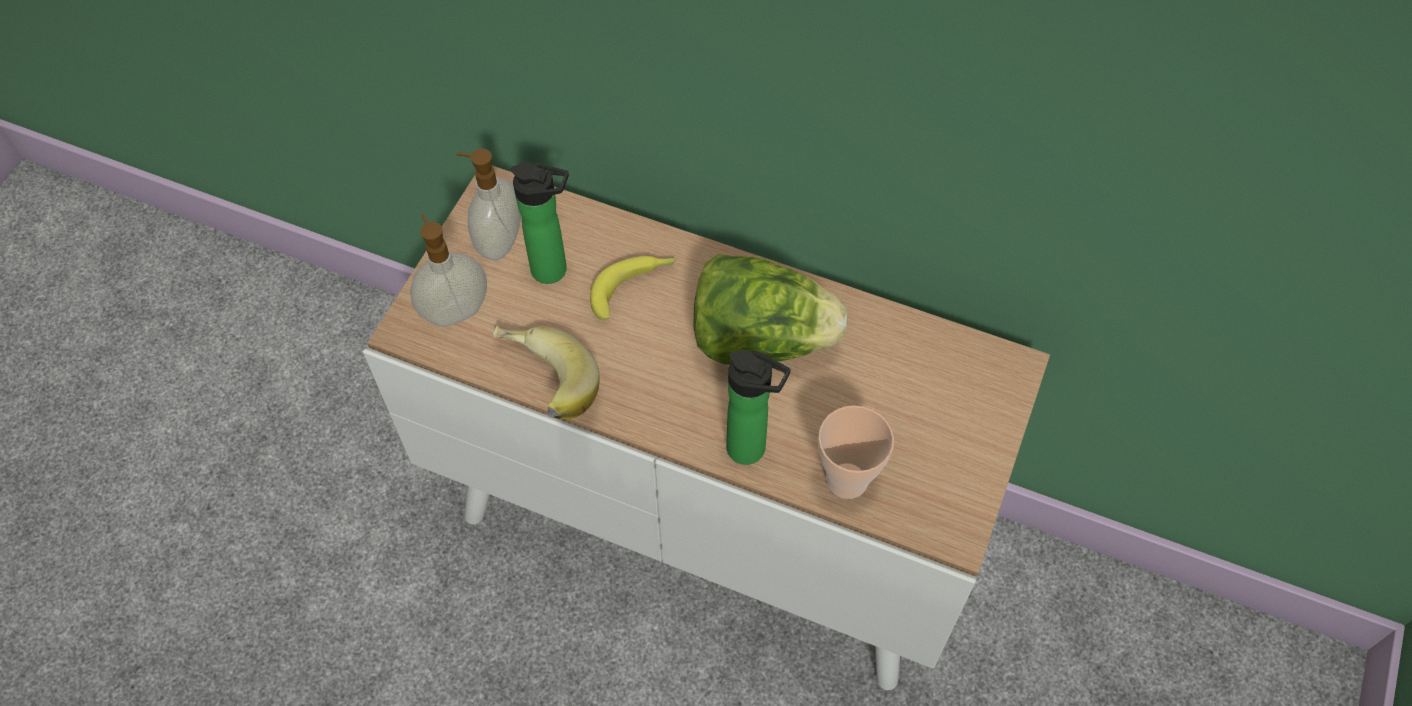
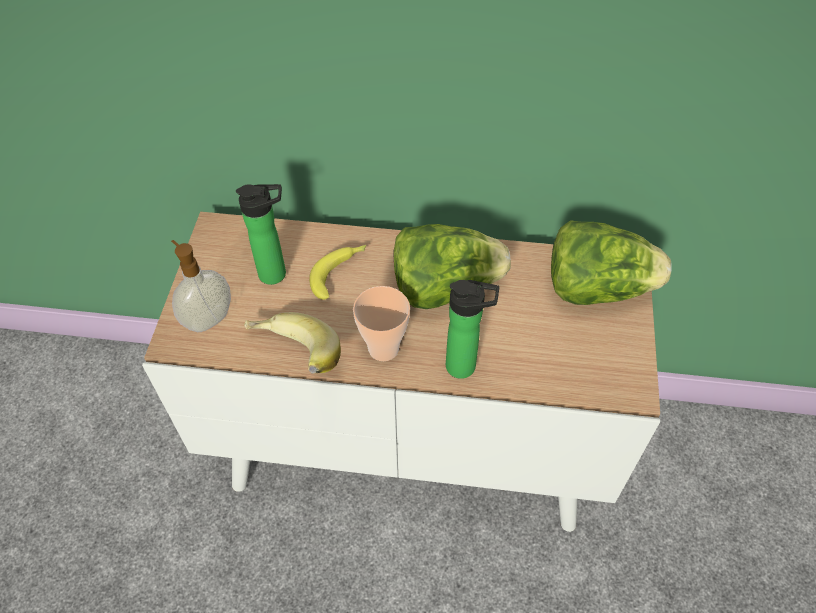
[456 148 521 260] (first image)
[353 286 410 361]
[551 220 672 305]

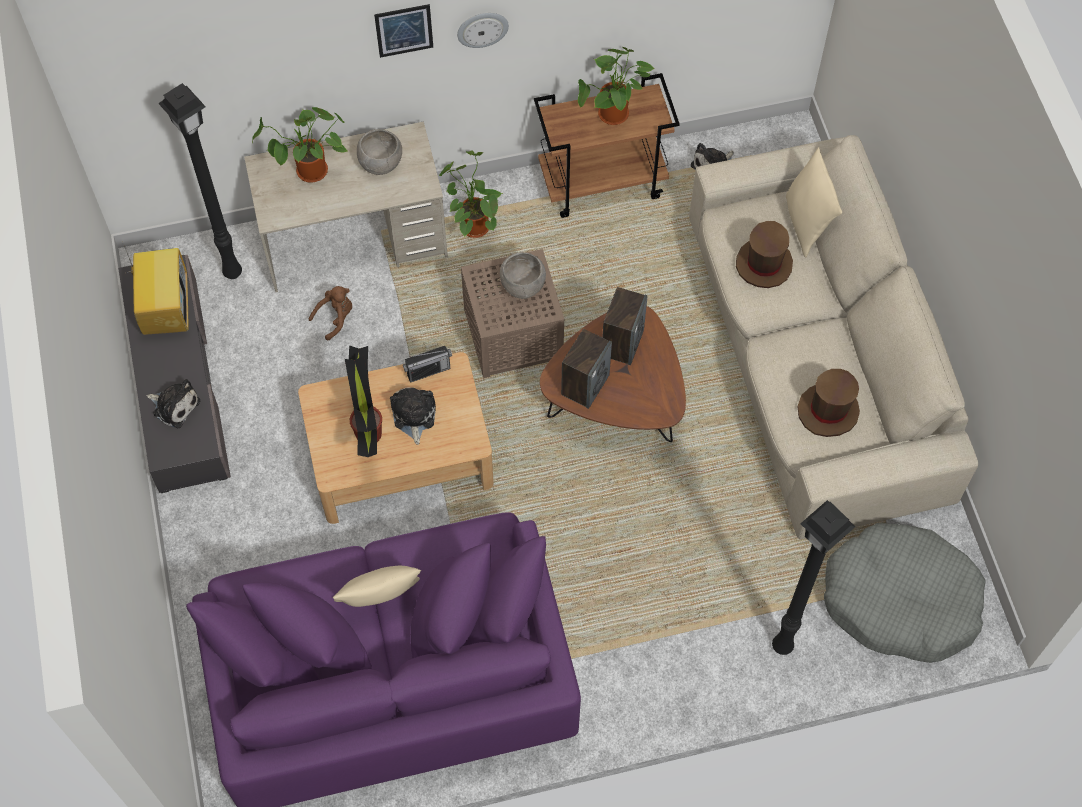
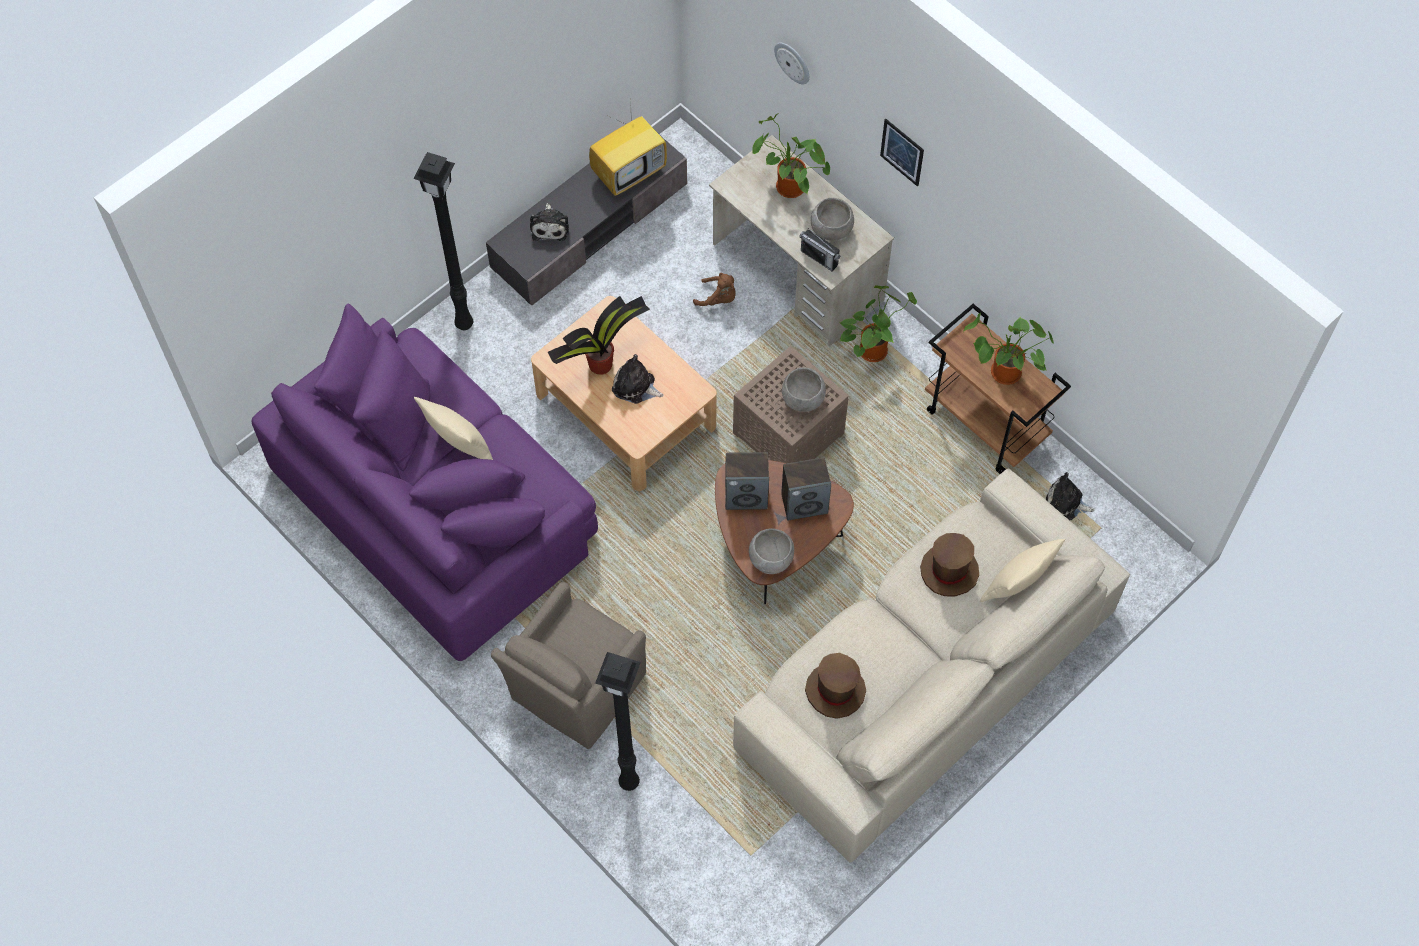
[413 152 473 330]
[612 354 664 404]
[799 228 840 272]
[774 43 809 84]
[824 523 986 663] (first image)
[491 582 646 749]
[749 528 794 574]

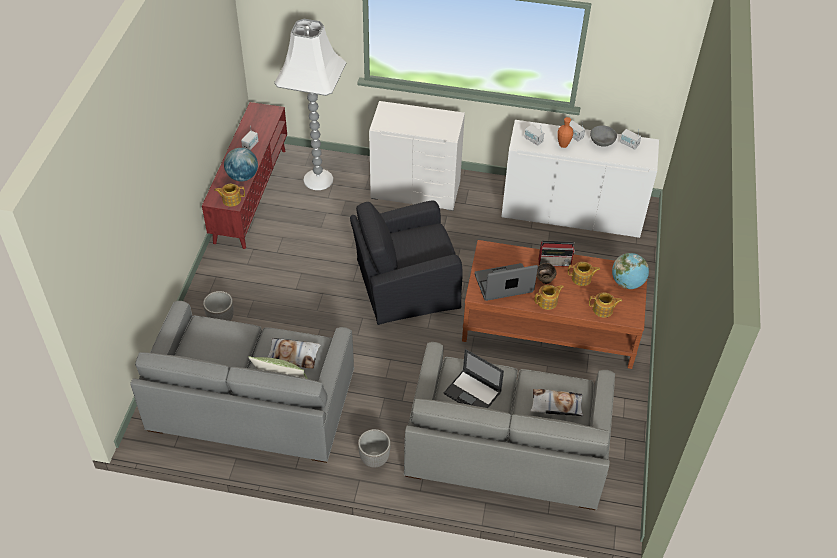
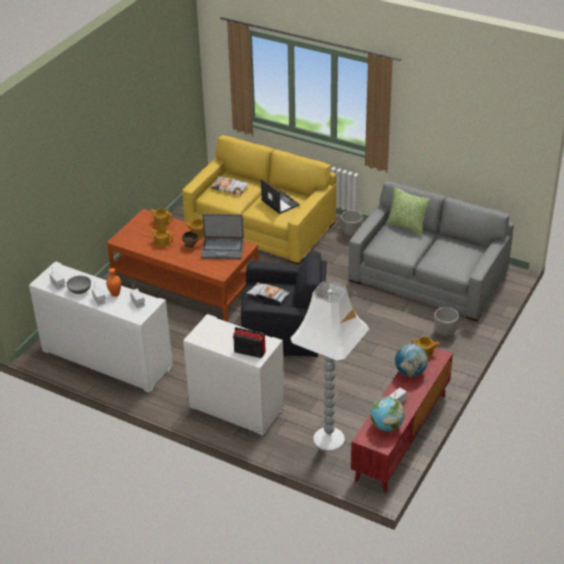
[246 282 290 303]
[182 135 336 265]
[233 327 266 358]
[370 397 405 431]

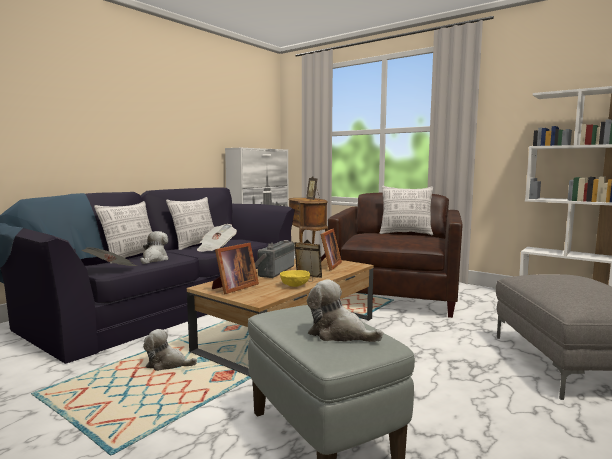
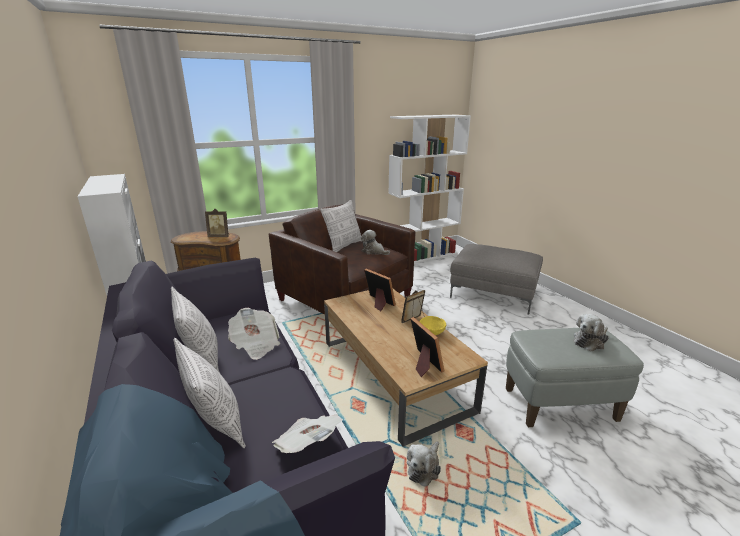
[361 230 390 255]
[255 240 294 278] (first image)

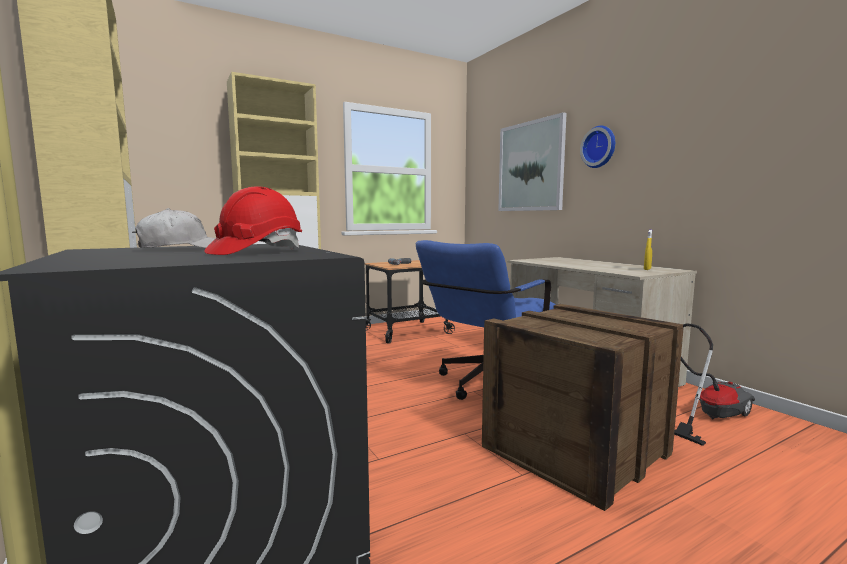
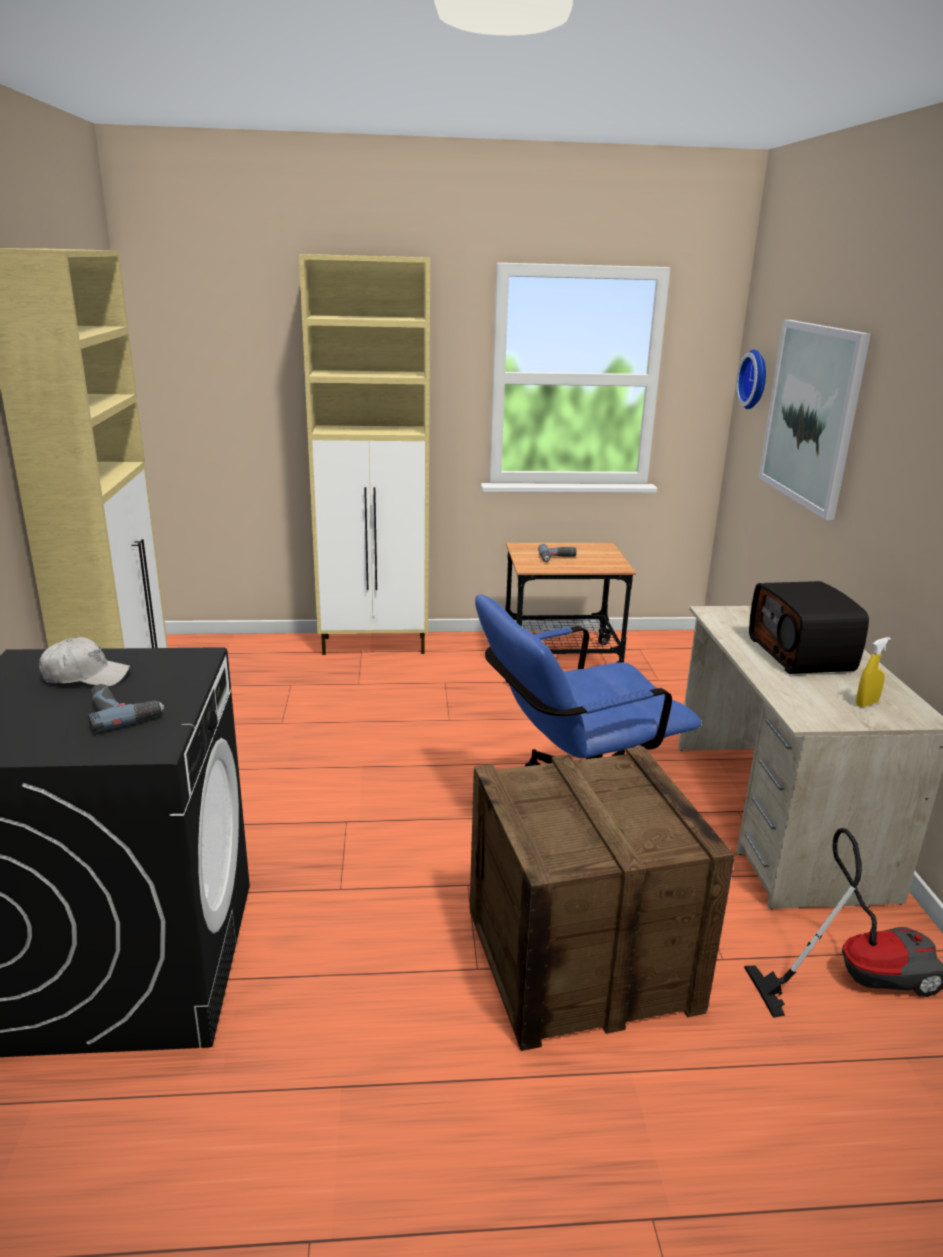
[88 684 164 733]
[736 349 766 409]
[749 581 869 674]

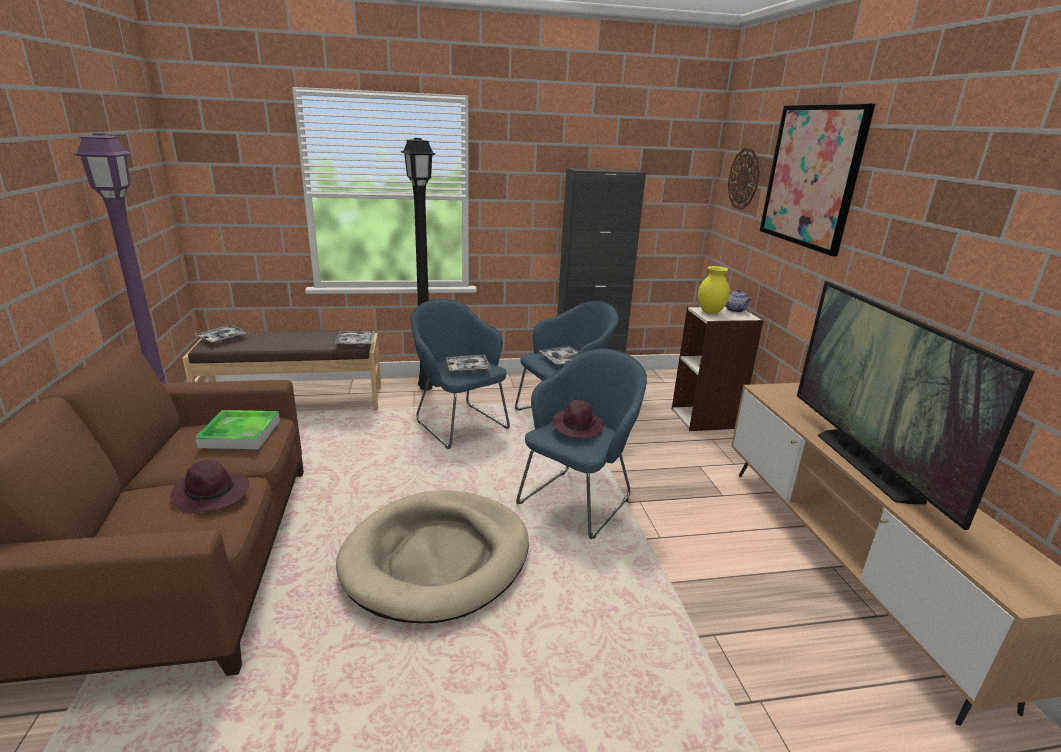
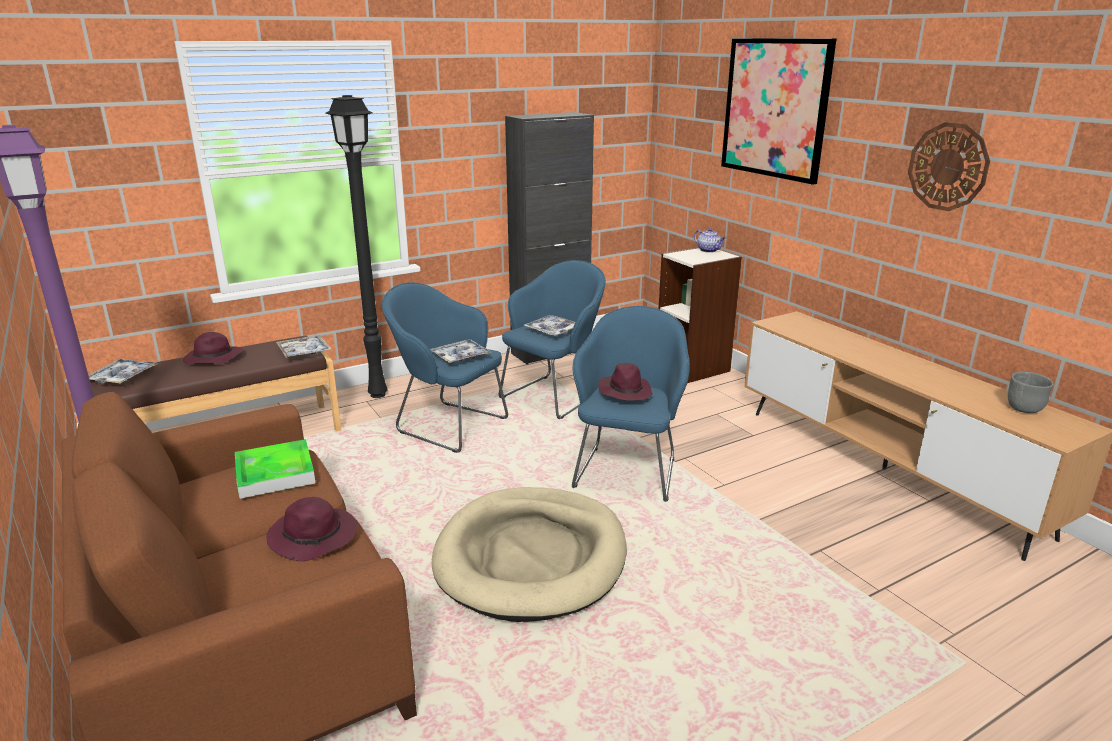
[698 266 730 314] (first image)
[908 122 990 211]
[797 281 1035 530] (first image)
[183 332 243 364]
[1008 372 1053 413]

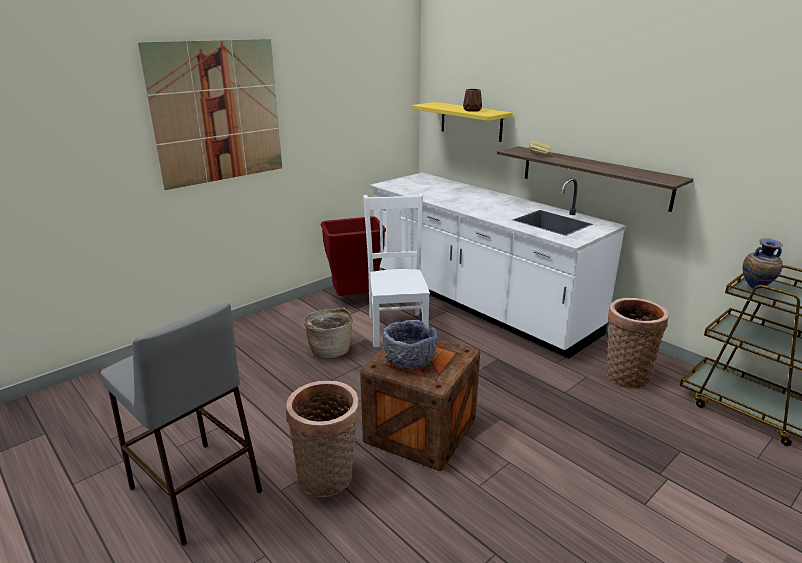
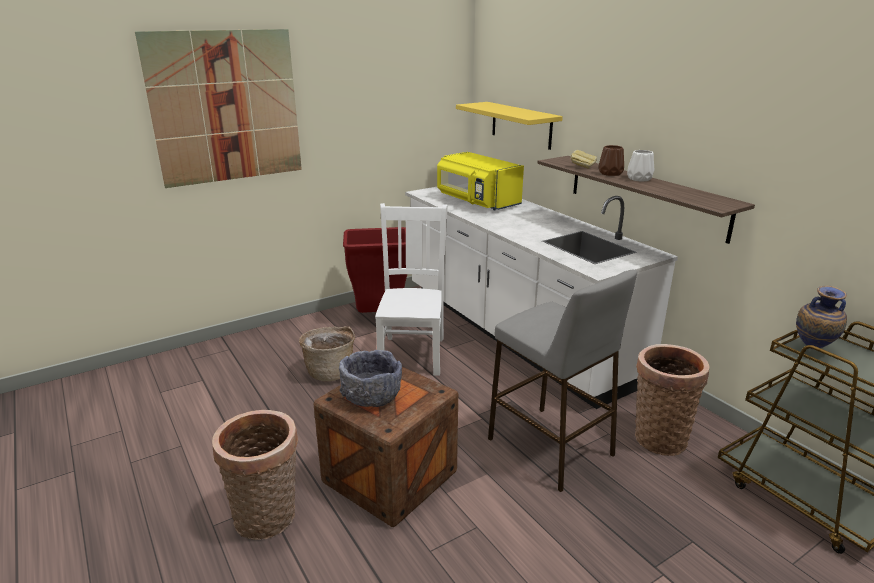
[488 270 637 492]
[598 145 624 176]
[437 152 524 210]
[627 150 654 182]

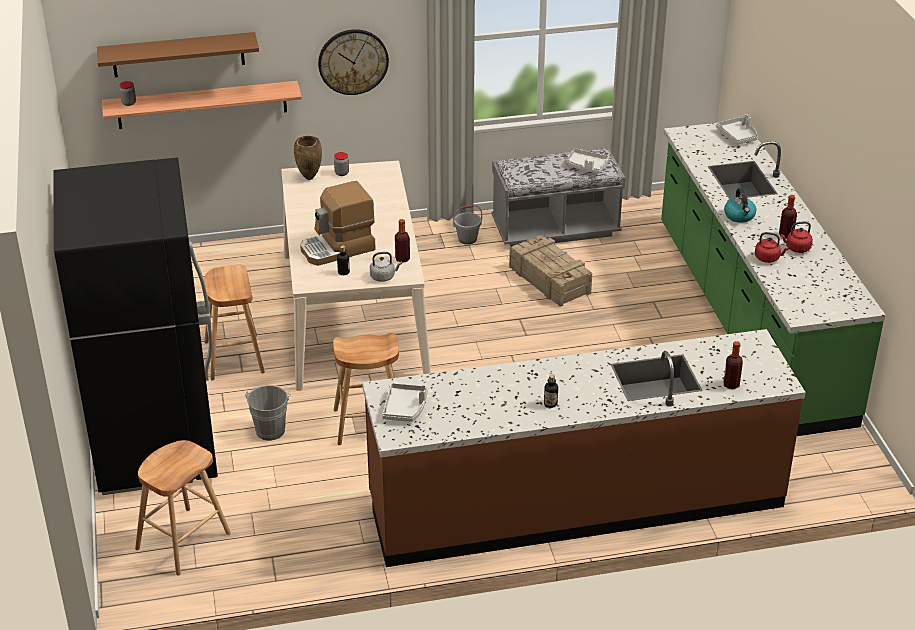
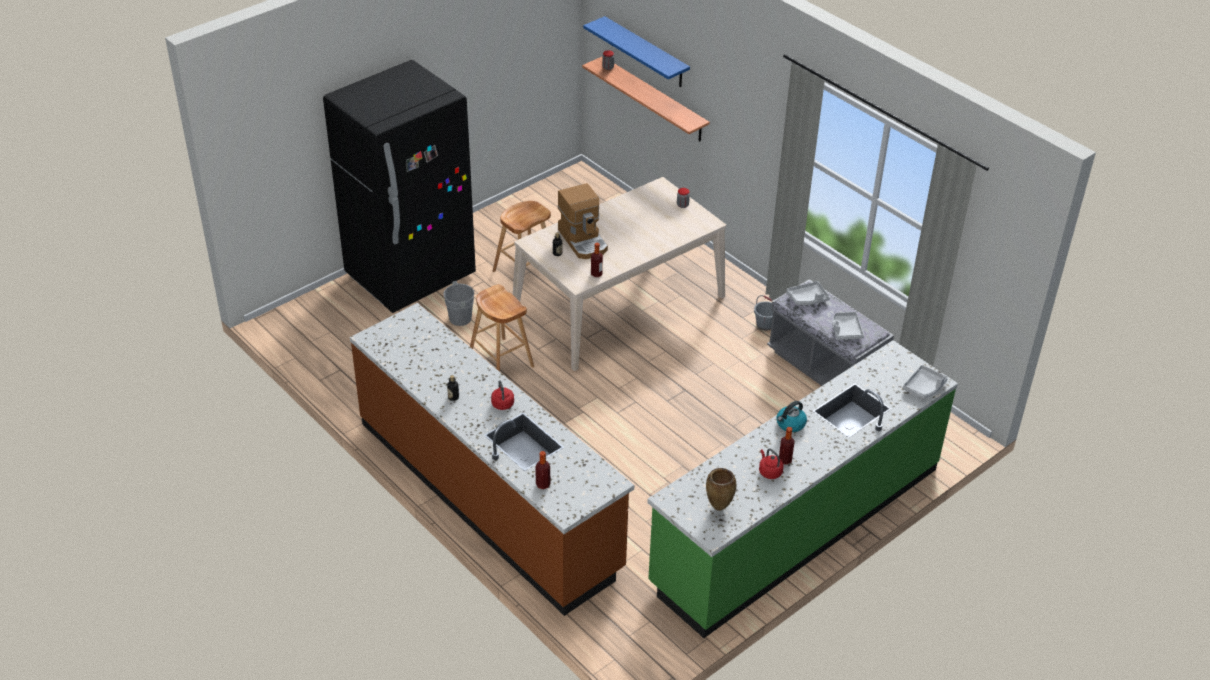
[583 16 690 87]
[135 440 231 575] (first image)
[706 468 737 511]
[558 183 608 259]
[318 29 389 95] (first image)
[370 252 402 282] (first image)
[786 281 830 305]
[509 235 592 307] (first image)
[491 380 514 410]

